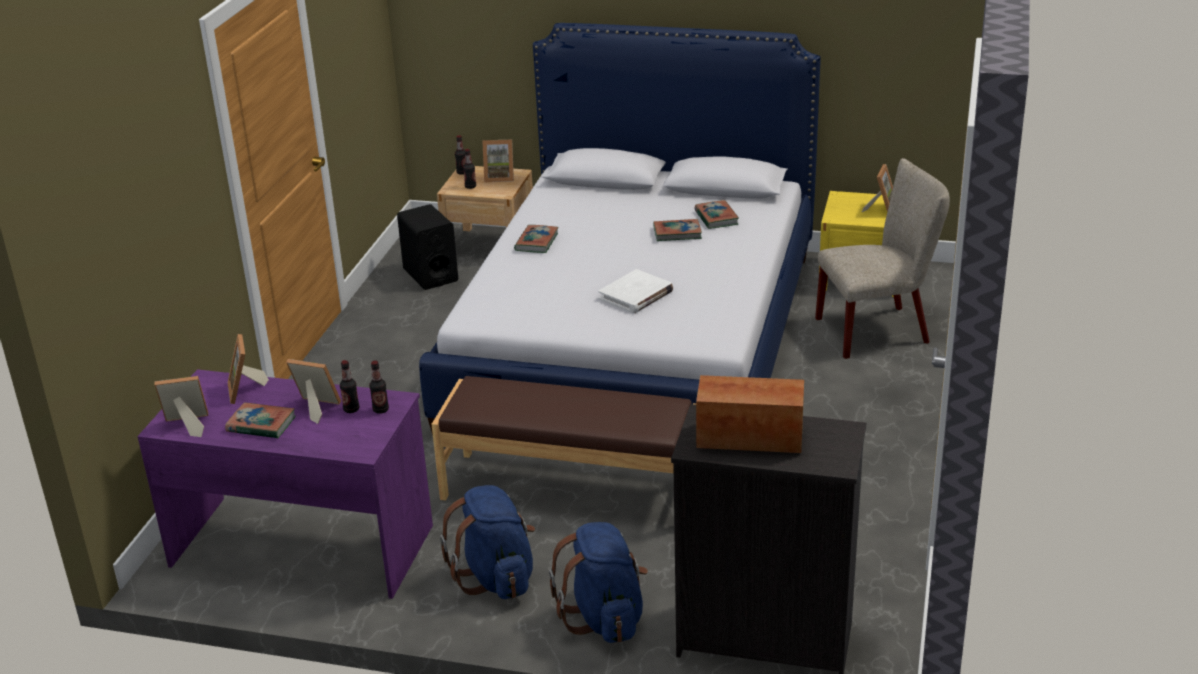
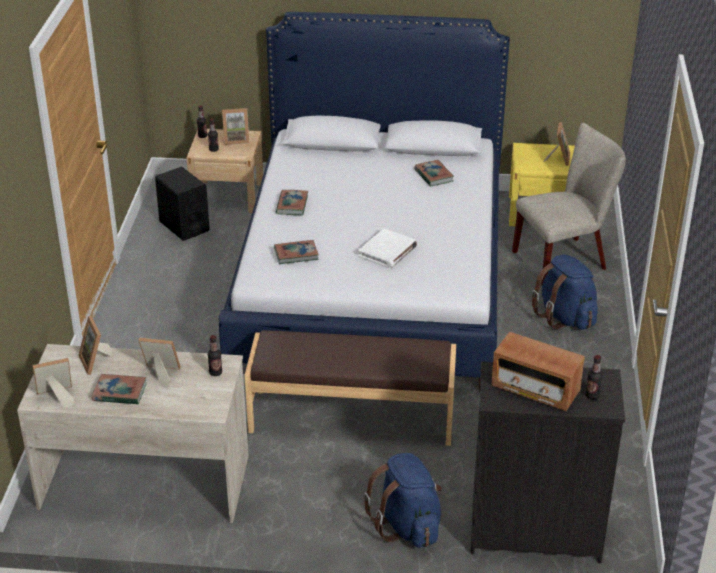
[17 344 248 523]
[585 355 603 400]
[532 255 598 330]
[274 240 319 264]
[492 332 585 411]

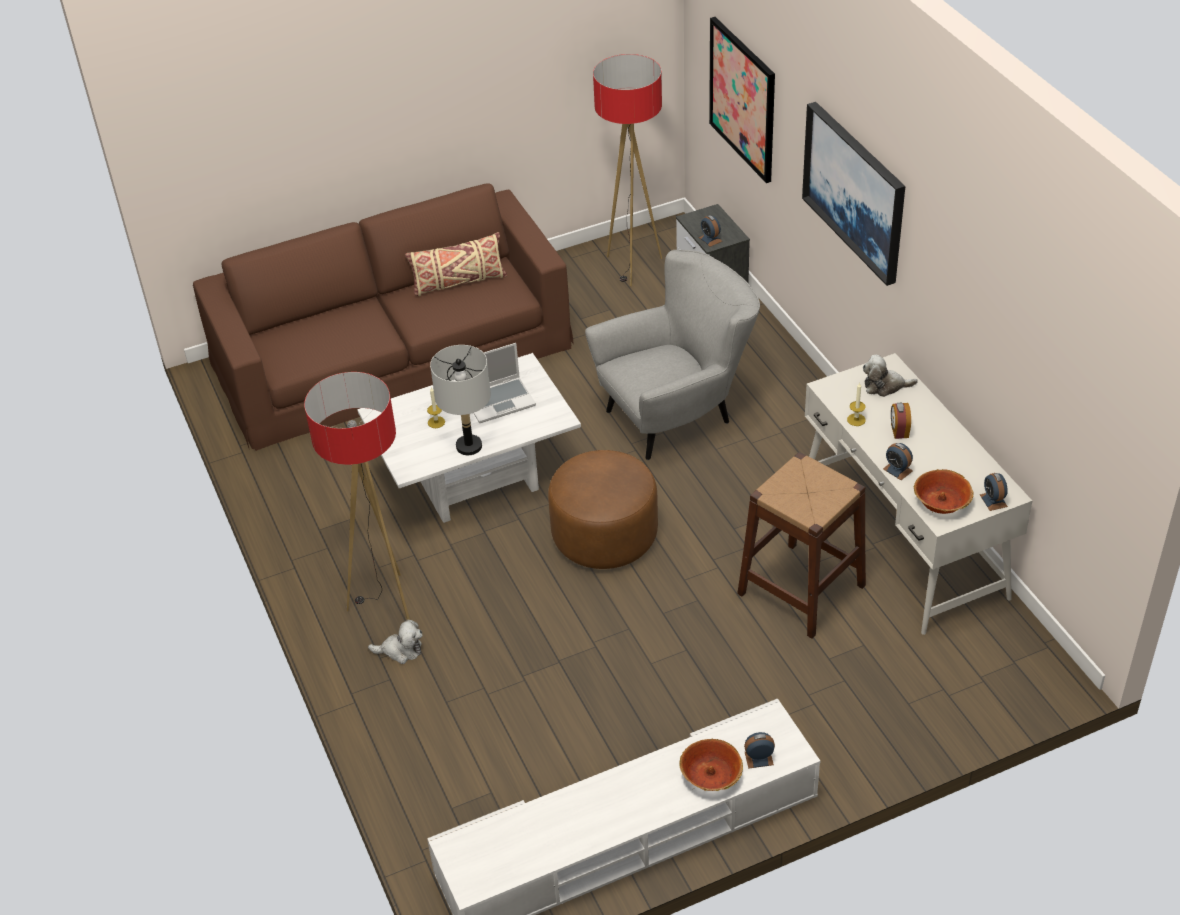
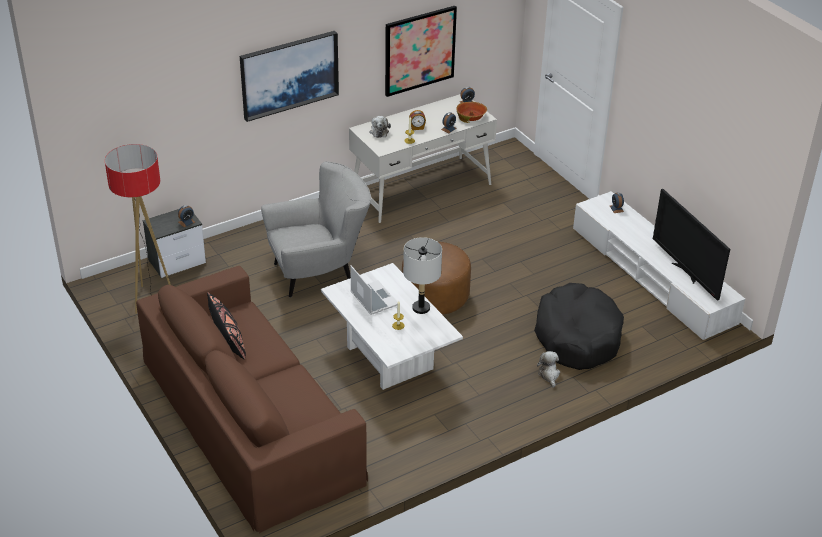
[304 372 410 620] (first image)
[207 292 246 359]
[261 161 371 298]
[679 739 743 791] (first image)
[385 6 457 97]
[737 452 866 638] (first image)
[534 283 624 370]
[653 189 730 301]

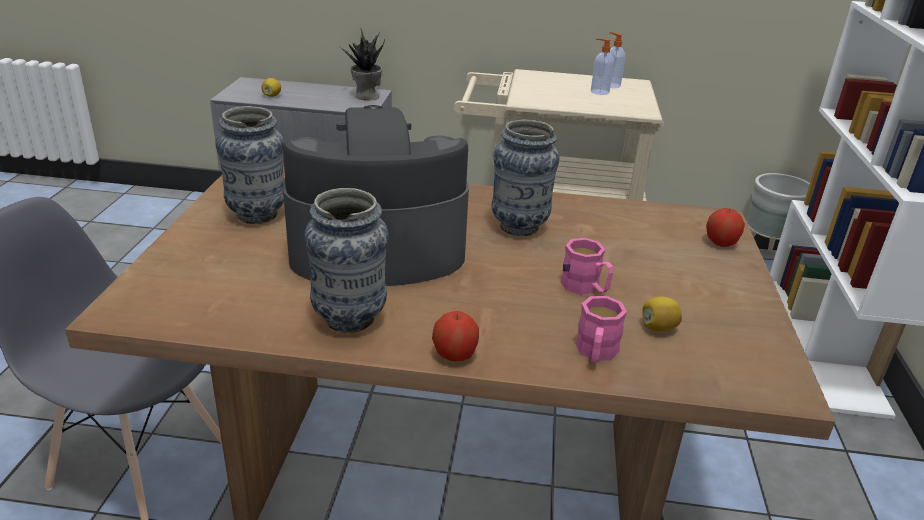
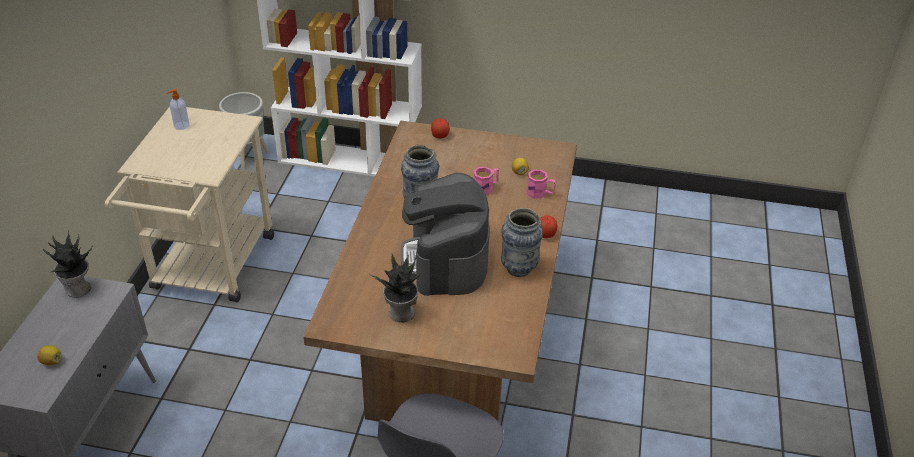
[369 254 422 323]
[591 38 614 95] (first image)

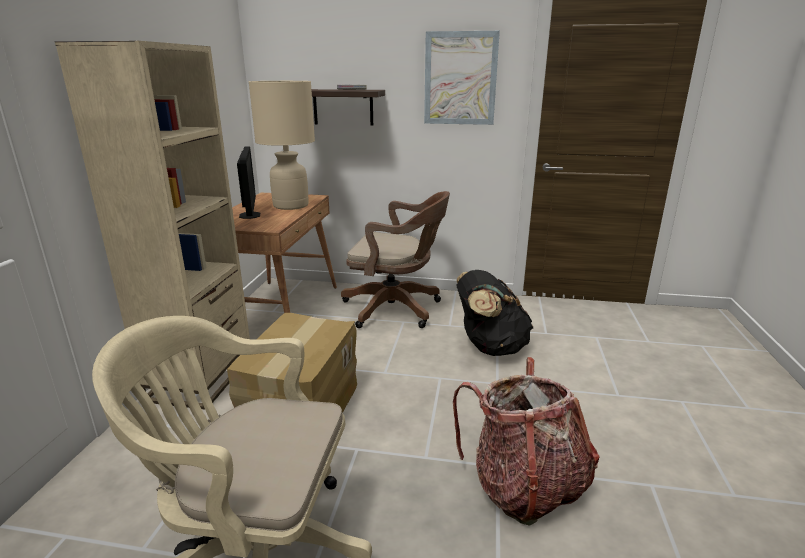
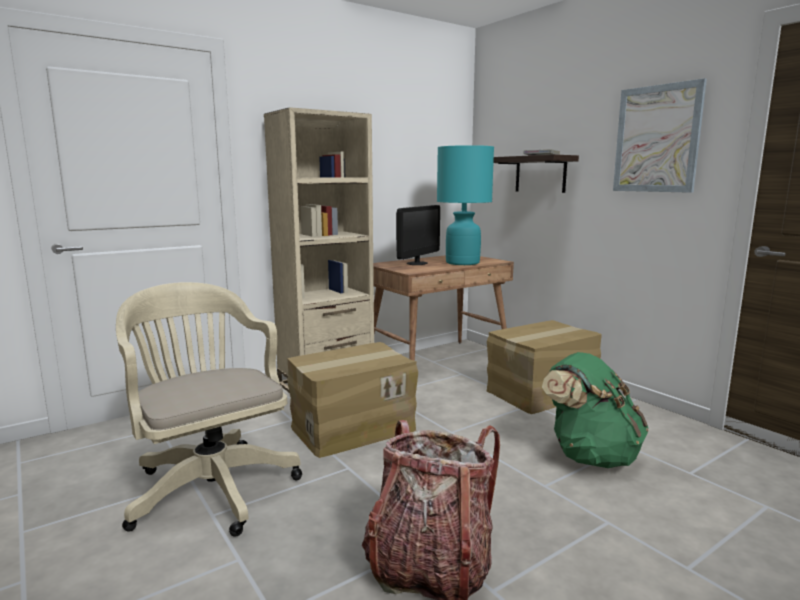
[437 145 494 265]
[486 320 602 414]
[542 352 648 468]

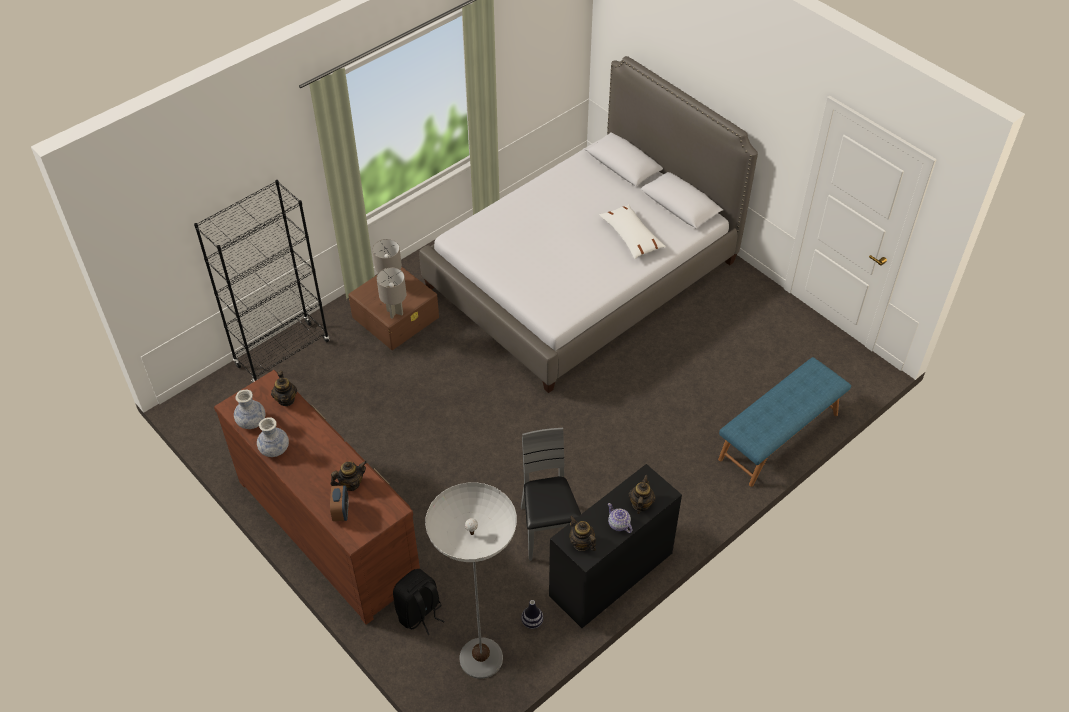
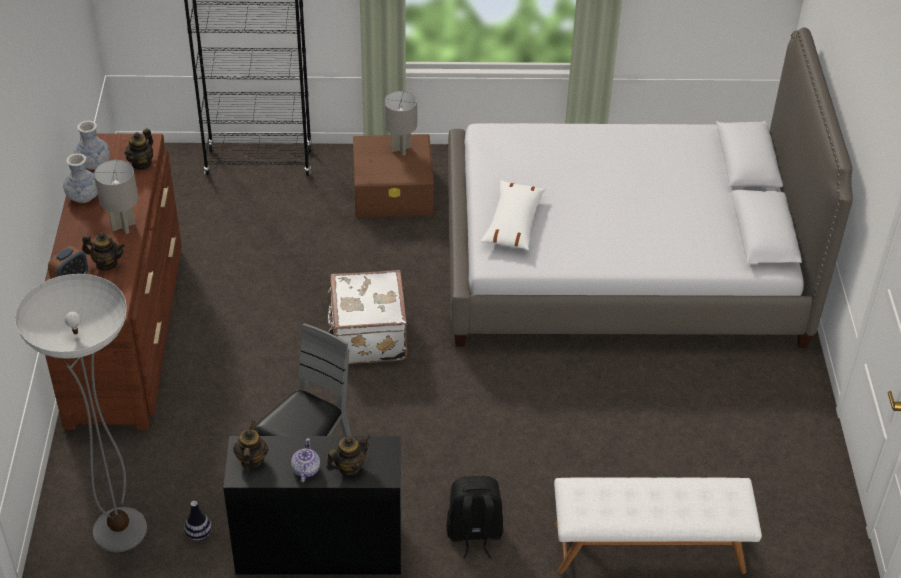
[94 160 138 234]
[446 476 503 559]
[481 180 546 250]
[554 477 762 574]
[328 270 407 364]

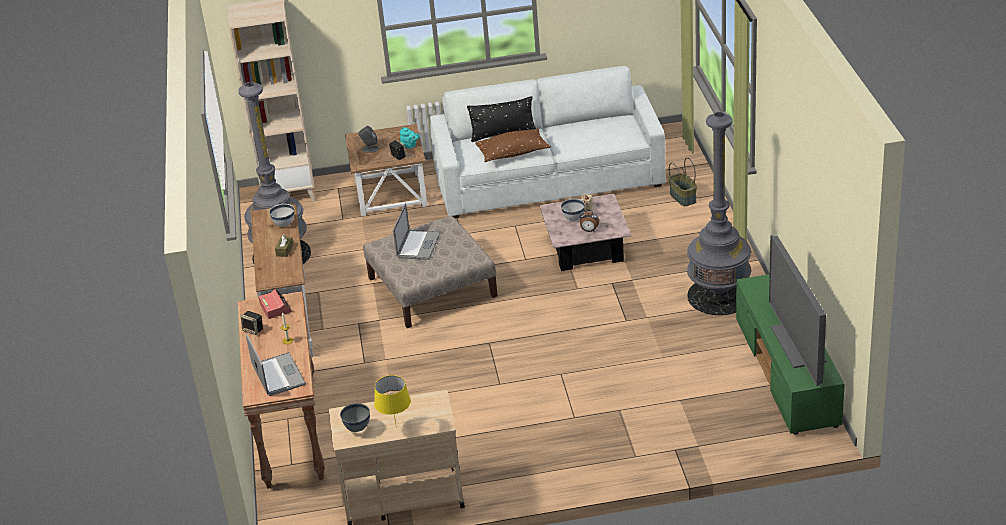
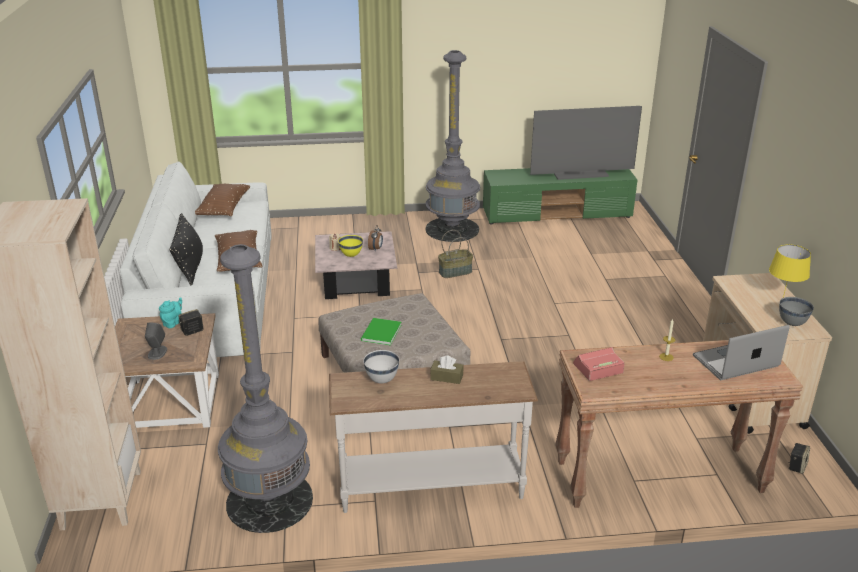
[788 443 810 474]
[361 318 401 346]
[338 235 363 257]
[438 230 473 278]
[195 184 250 216]

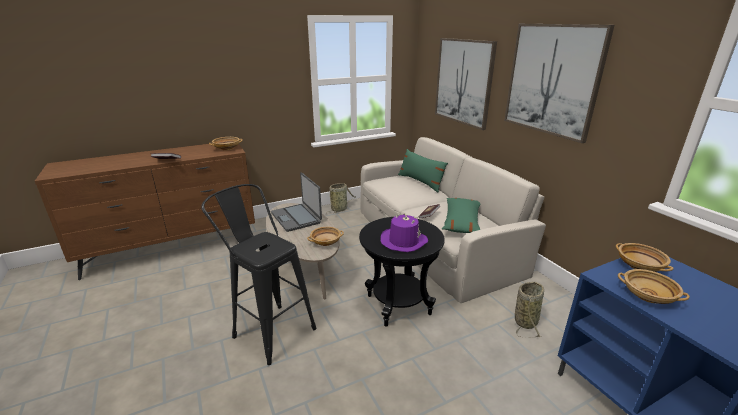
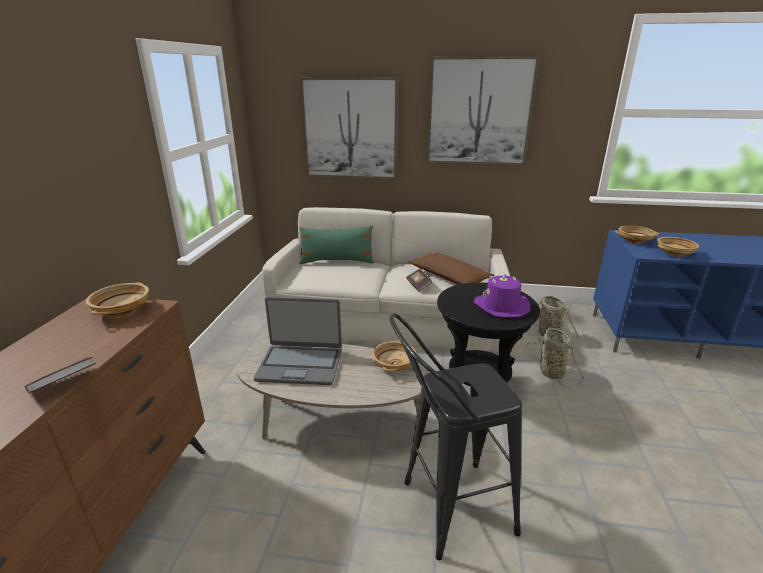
[525 328 585 389]
[408 253 494 285]

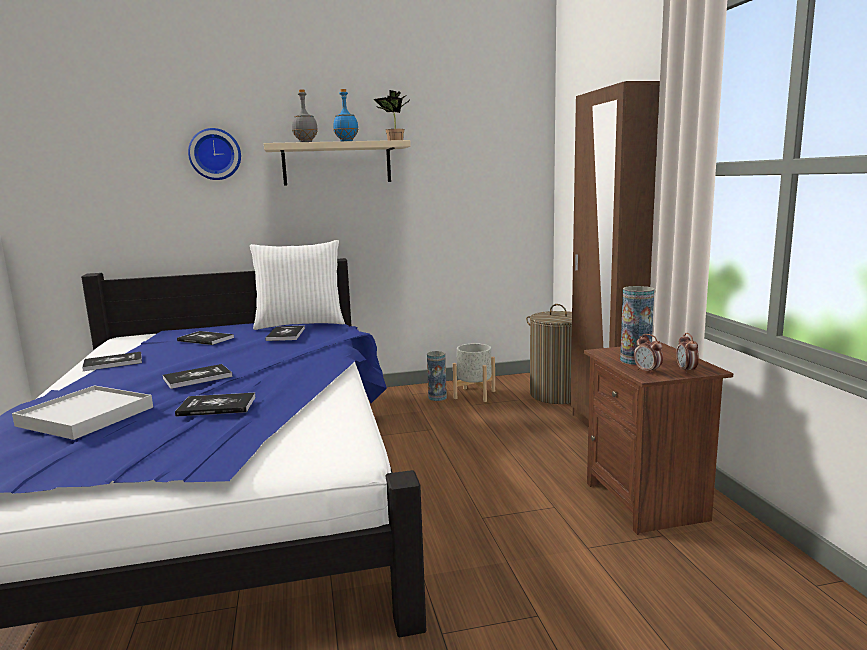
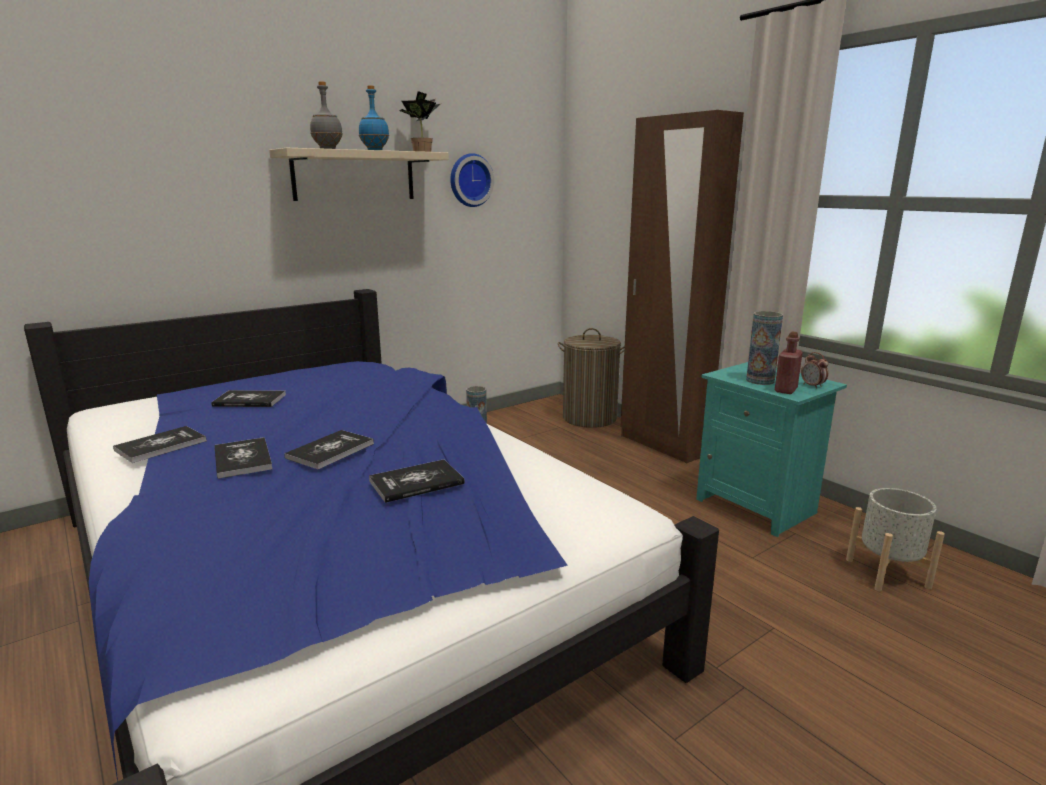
[12 385 153 440] (first image)
[450 153 494 207]
[250 240 345 330] (first image)
[215 437 272 479]
[846 488 945 591]
[696 362 847 537]
[775 331 803 394]

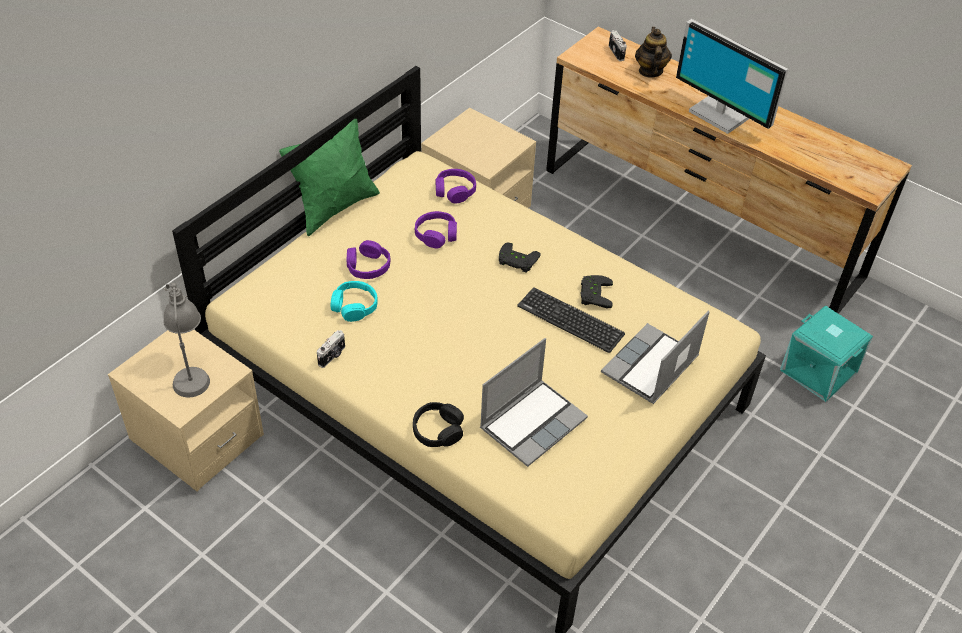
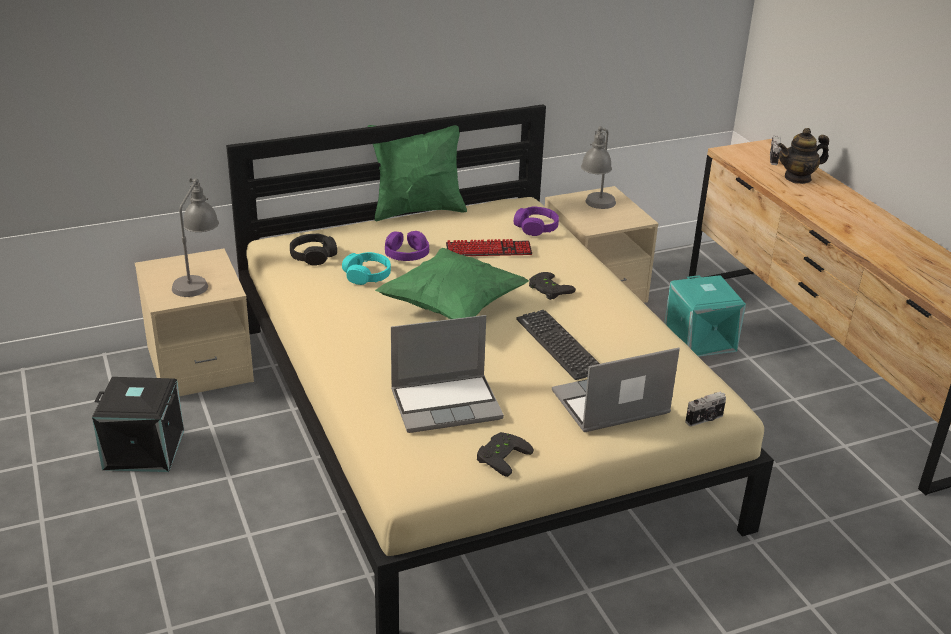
[685 392 726 426]
[290 234 337 265]
[446 239 532 256]
[477 432 534 477]
[778 128 829 184]
[676 19 788 134] (first image)
[665 275 746 357]
[92 377 184 472]
[375 248 529 319]
[581 126 616 209]

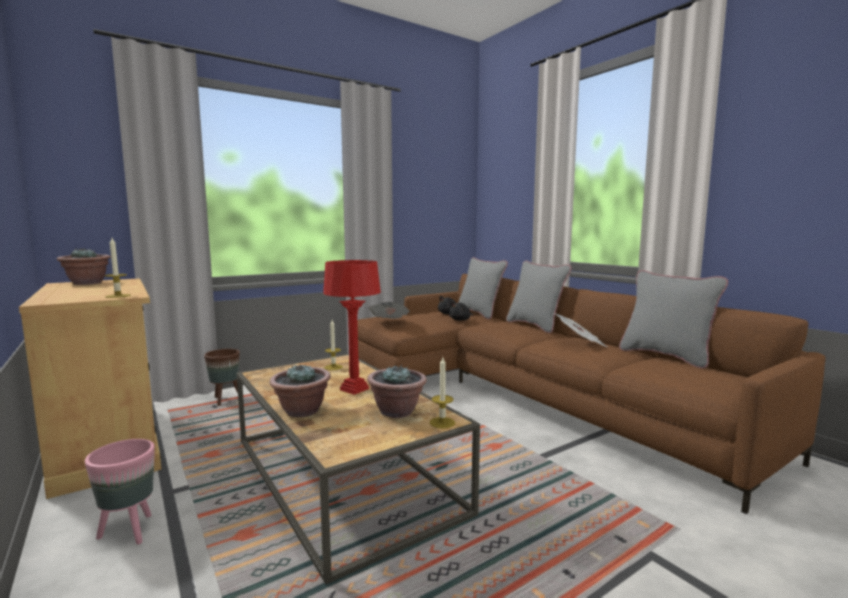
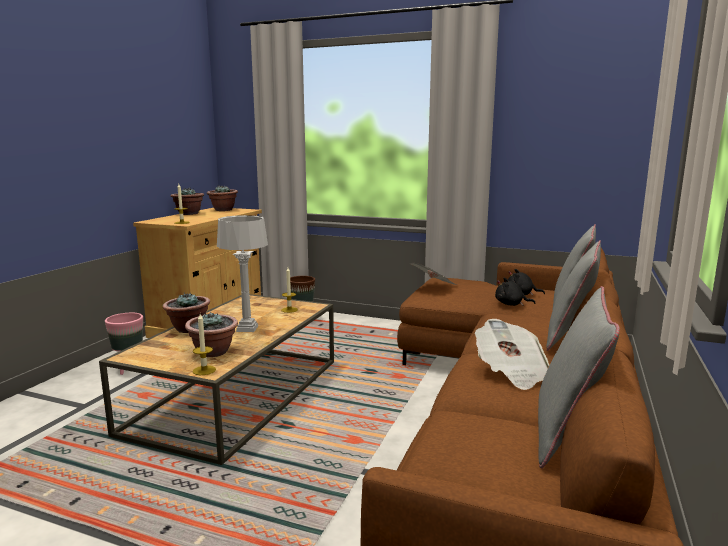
[217 215 268 332]
[171 188 204 215]

